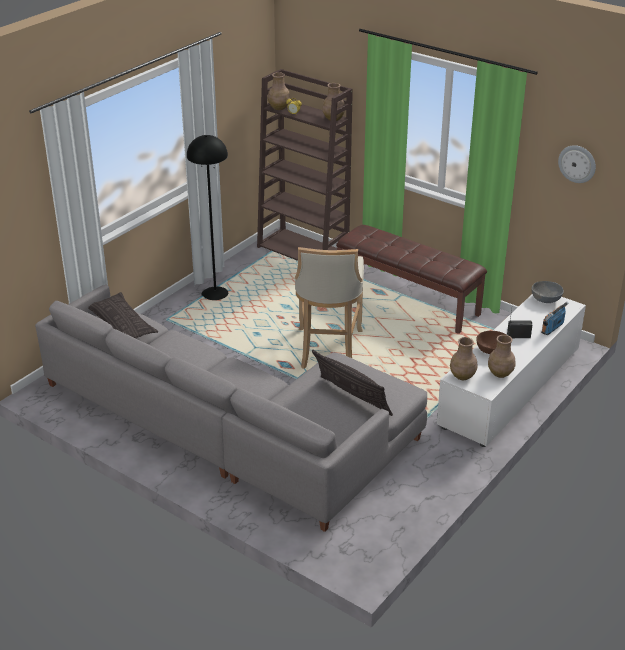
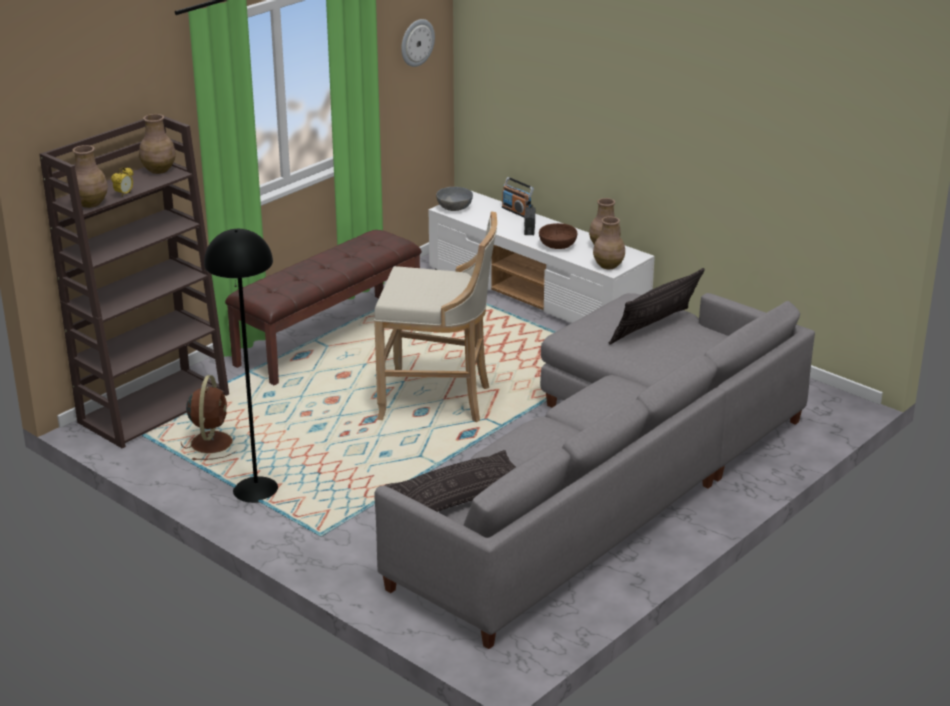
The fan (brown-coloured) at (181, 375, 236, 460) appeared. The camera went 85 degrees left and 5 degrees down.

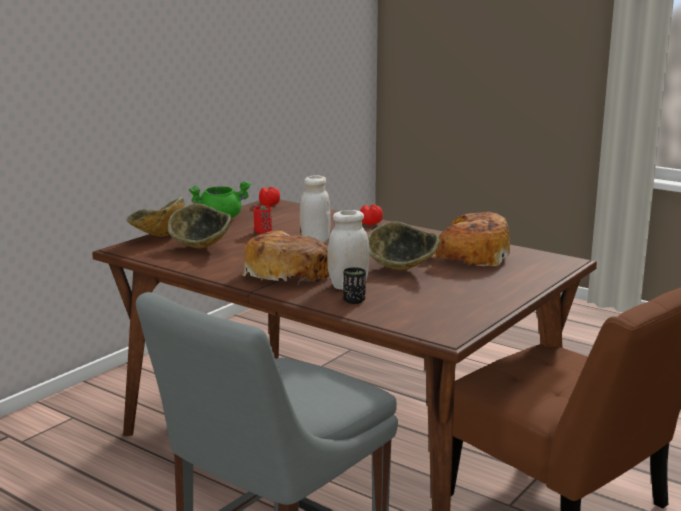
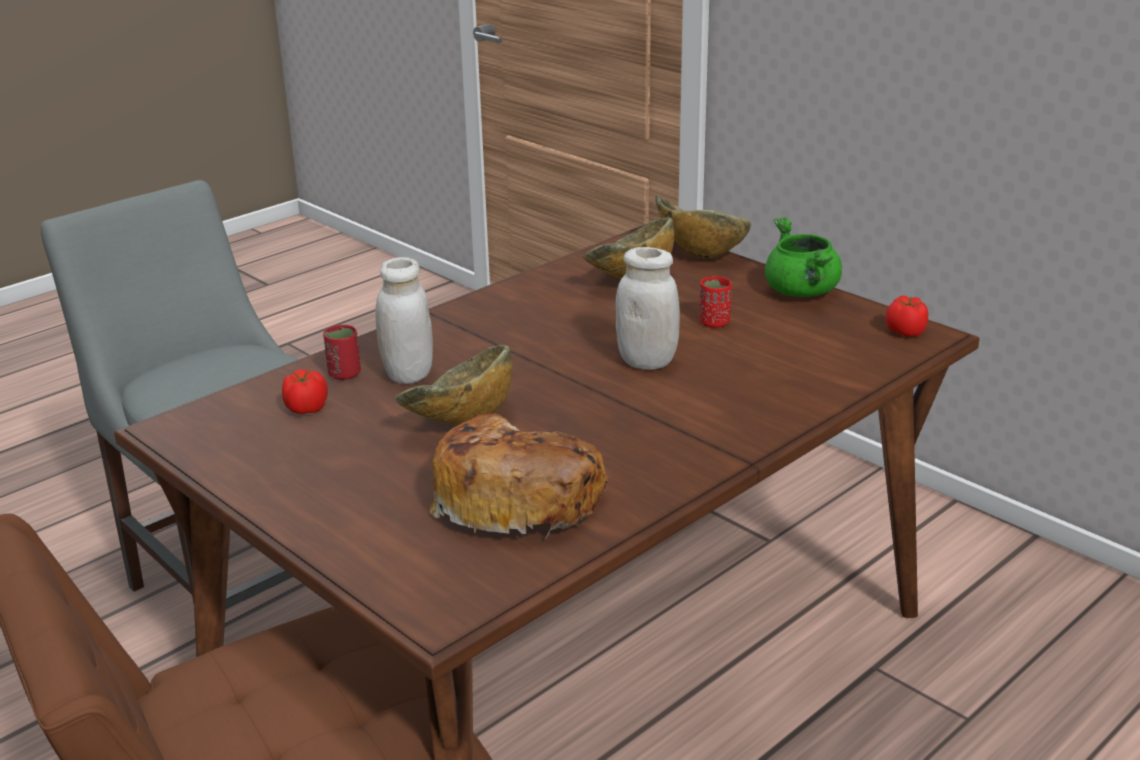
The tomato moved from (360, 204, 383, 225) to (282, 369, 328, 414). The bread at (242, 230, 329, 284) disappeared. The drinking cup (black-coloured) at (343, 267, 366, 304) became the drinking cup (red-coloured) at (323, 325, 361, 380). The camera went 100 degrees right and 10 degrees up.

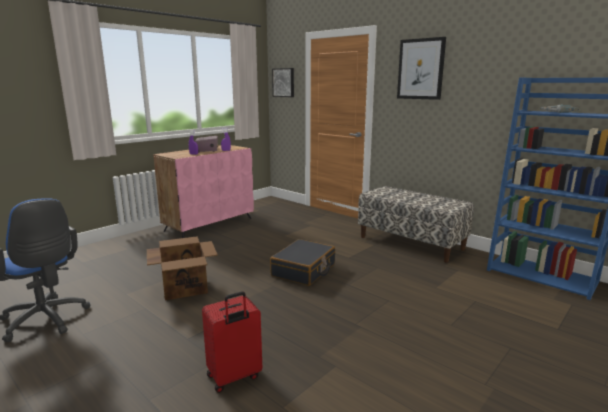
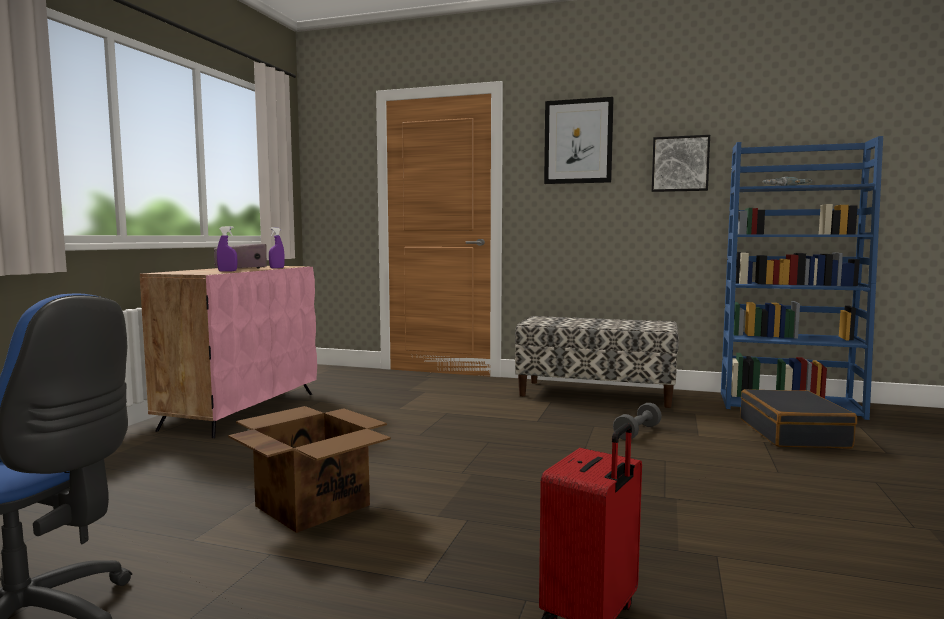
The wall picture moved from (272, 68, 294, 97) to (652, 135, 710, 192). The travel case (black-coloured) moved from (270, 239, 335, 286) to (740, 389, 857, 449). The free weight (grey) at (613, 403, 662, 440) appeared. The camera went 25 degrees left and 10 degrees down.

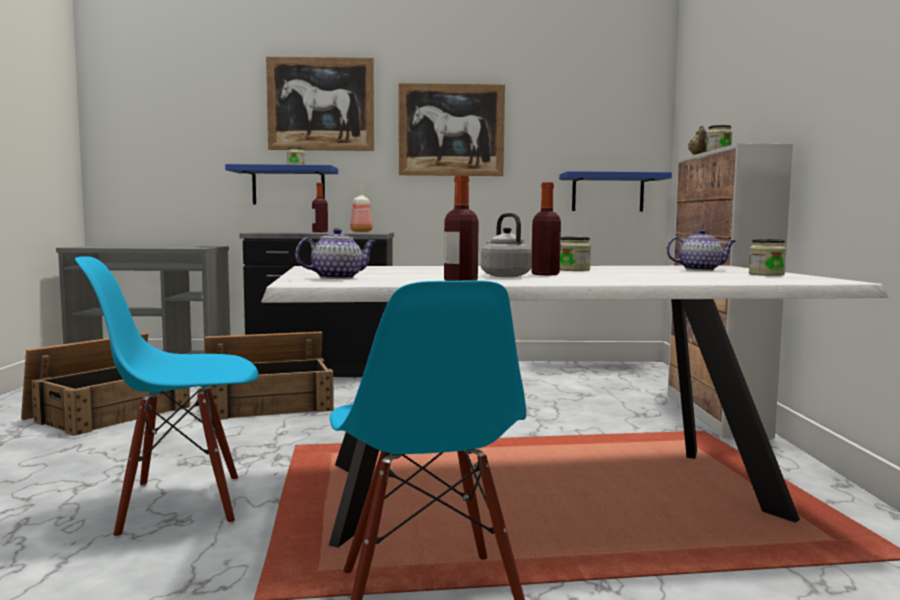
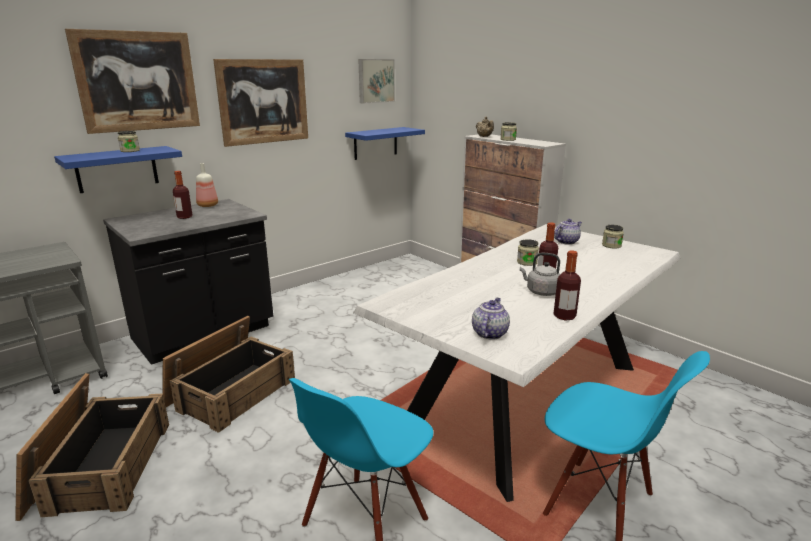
The wall picture at (358, 59, 395, 103) appeared. The camera went 40 degrees left and 15 degrees up.

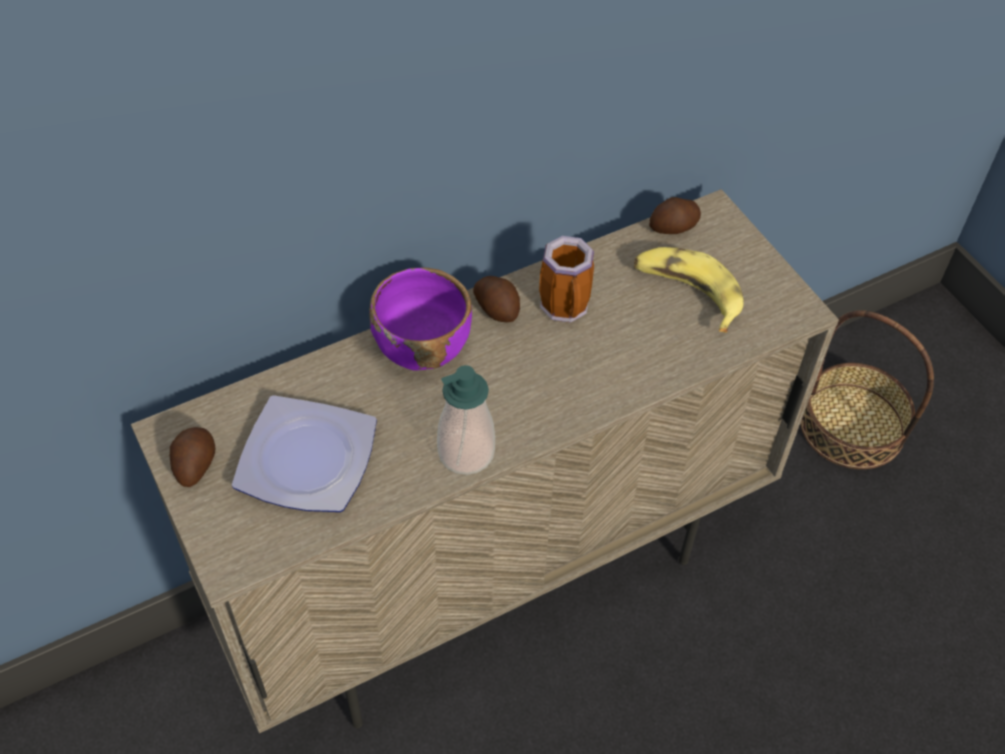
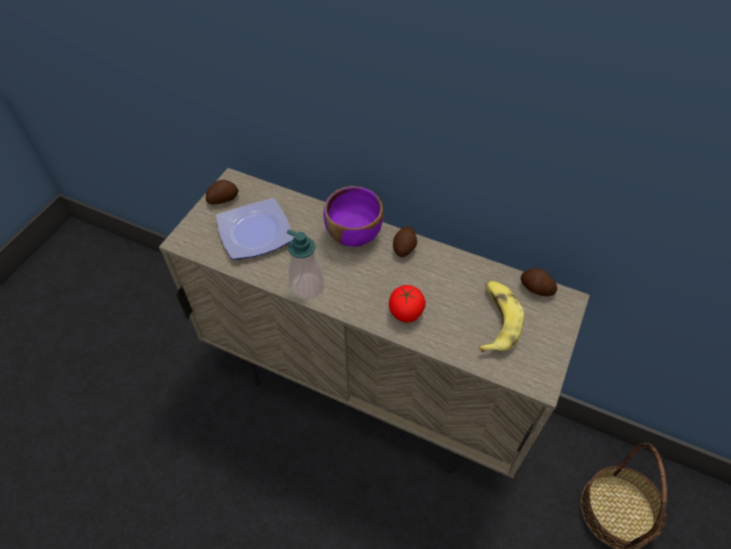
The mug at (539, 236, 594, 323) disappeared. The tomato at (389, 285, 426, 322) appeared. The camera went 55 degrees right and 0 degrees up.

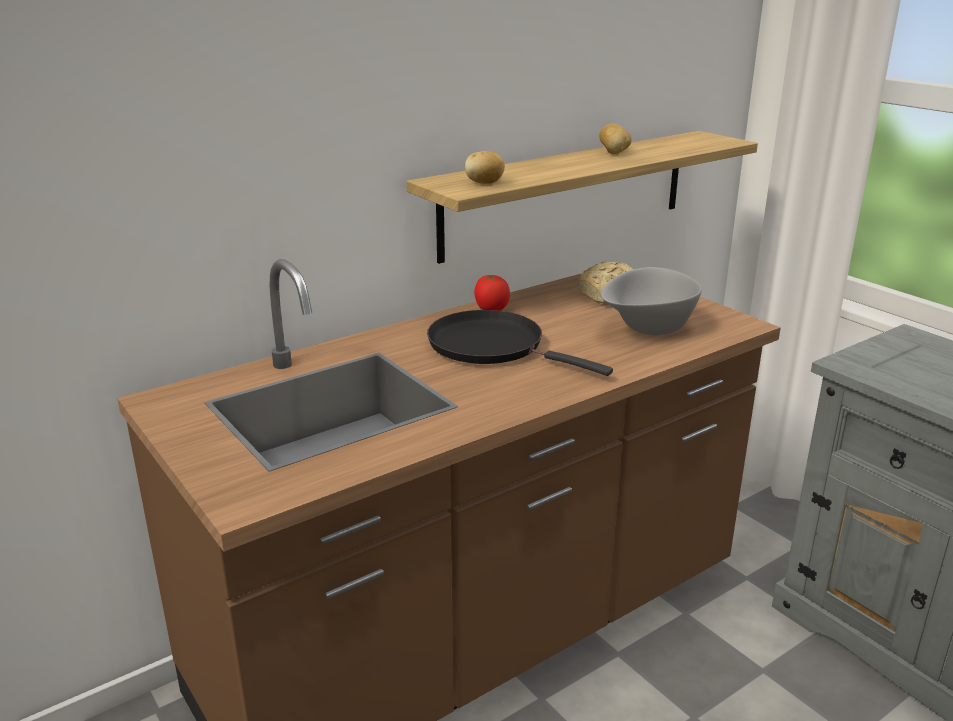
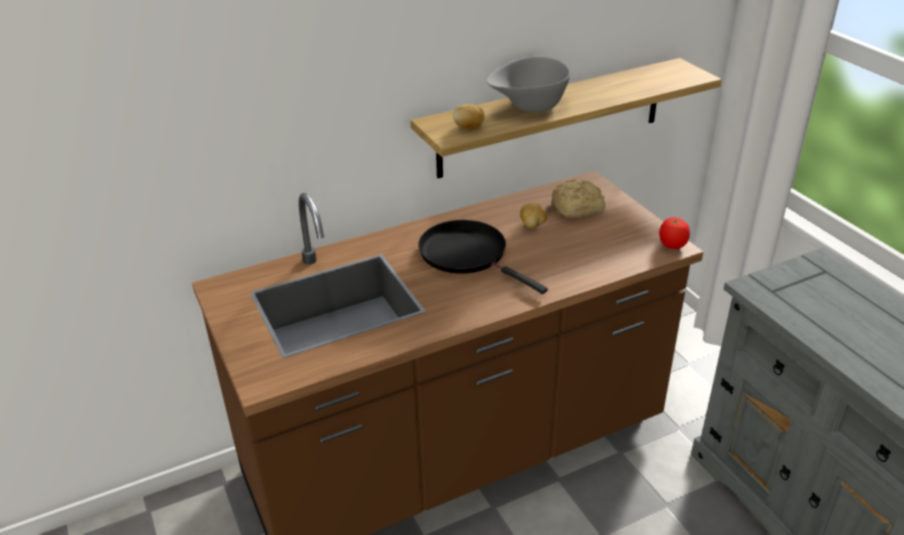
The spud moved from (599, 124, 632, 154) to (520, 202, 547, 228). The bowl (grey) moved from (601, 267, 702, 335) to (486, 57, 570, 112). The tomato moved from (474, 275, 510, 311) to (659, 217, 690, 249). The camera went 10 degrees right and 10 degrees up.

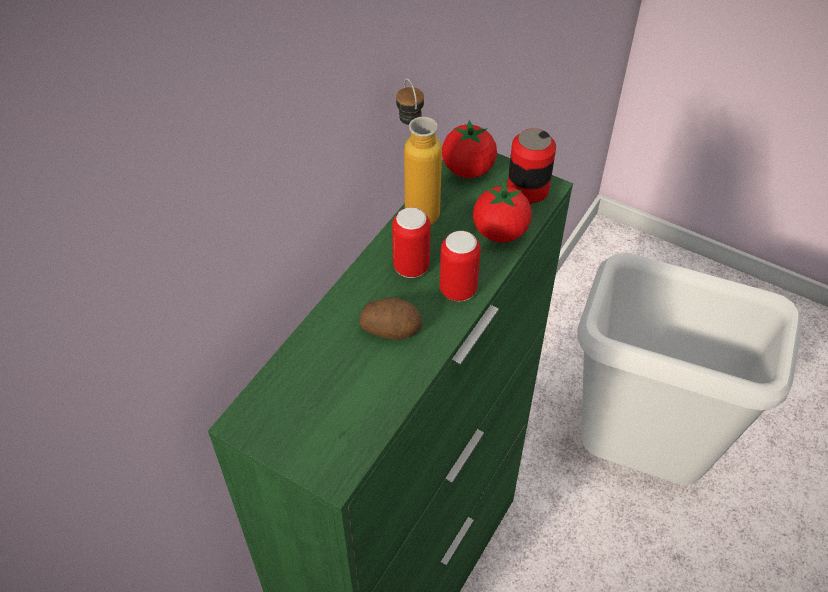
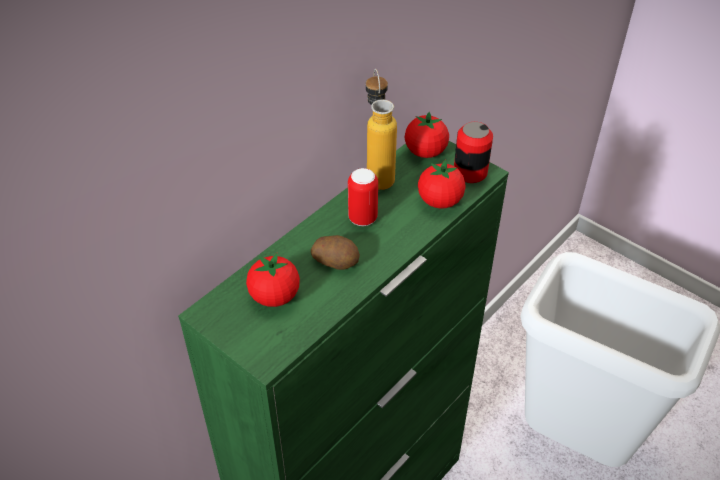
The metal can at (440, 231, 481, 301) disappeared. The tomato at (246, 253, 300, 307) appeared. The camera went 10 degrees right and 5 degrees down.

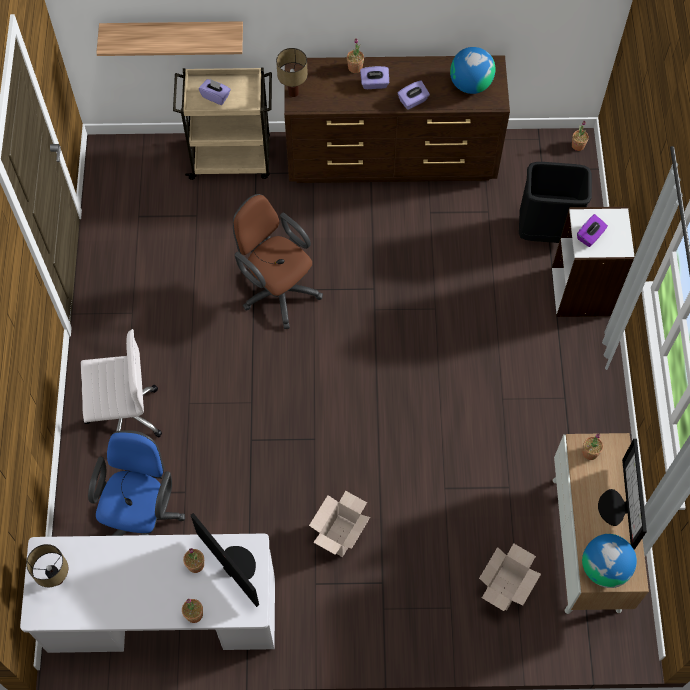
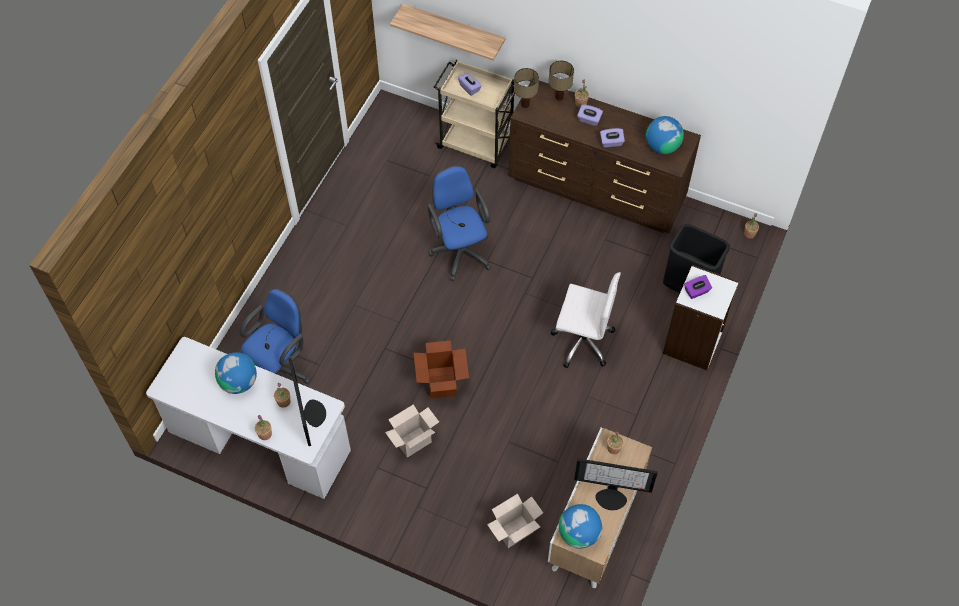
The computer chair (brown-coloured) at (233, 194, 323, 329) became the computer chair (bluish) at (428, 165, 492, 281). The computer chair (white-coloured) moved from (81, 329, 162, 437) to (551, 272, 621, 368). The computer display at (598, 439, 647, 550) turned 105 degrees counterclockwise. The lamp for a table moved from (26, 544, 68, 587) to (549, 61, 574, 101). The packing box at (414, 340, 469, 399) appeared. The world globe at (215, 352, 257, 394) appeared. The camera went 25 degrees right and 5 degrees down.

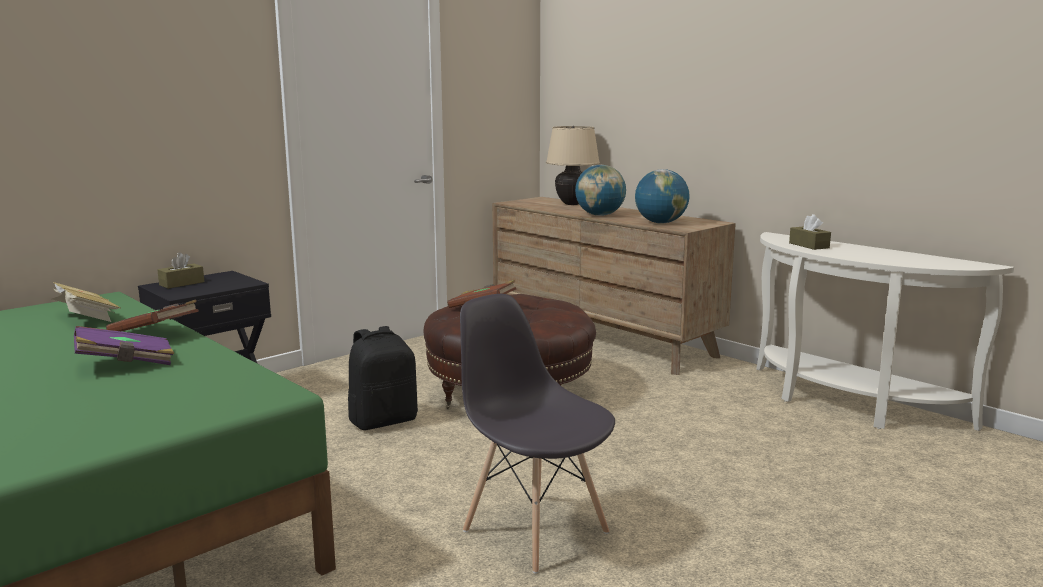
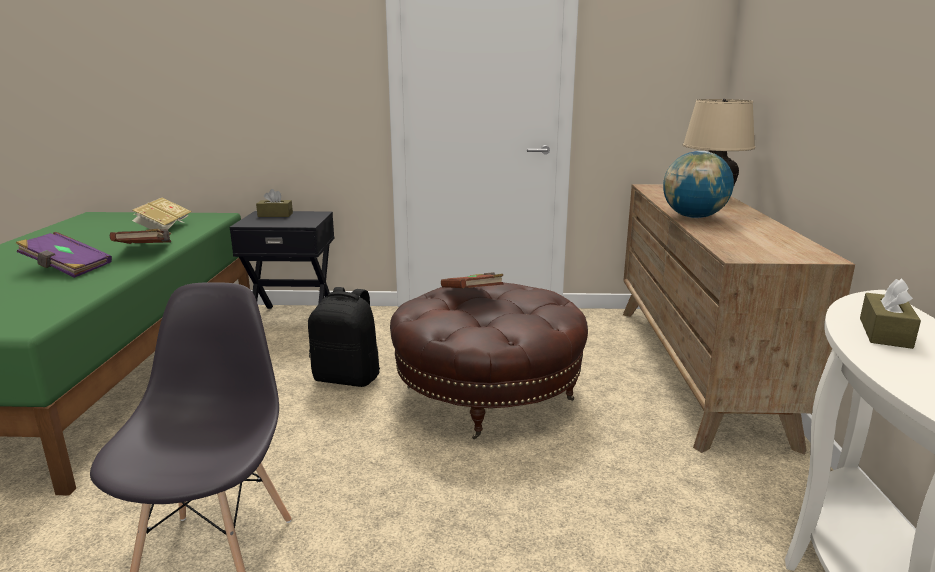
The world globe at (635, 169, 690, 224) disappeared. The camera went 45 degrees right and 5 degrees up.

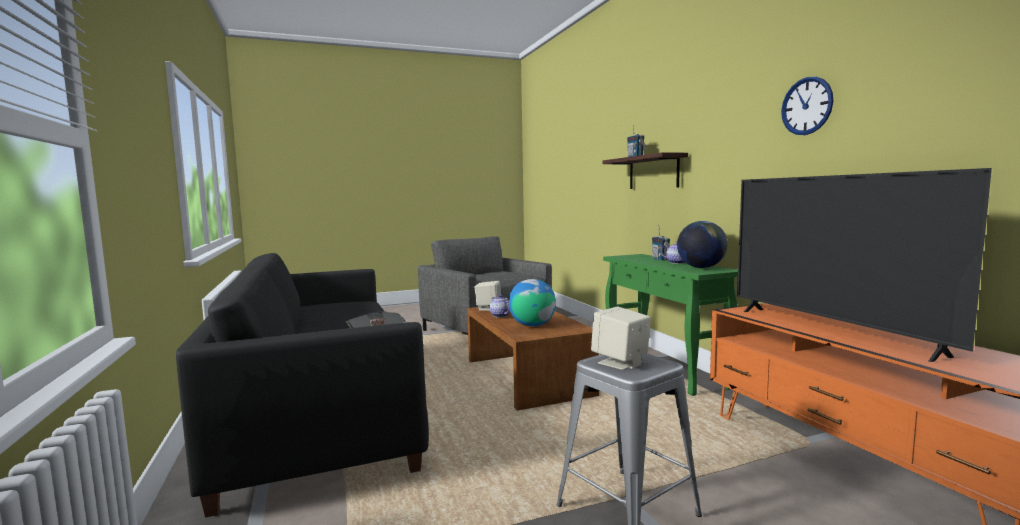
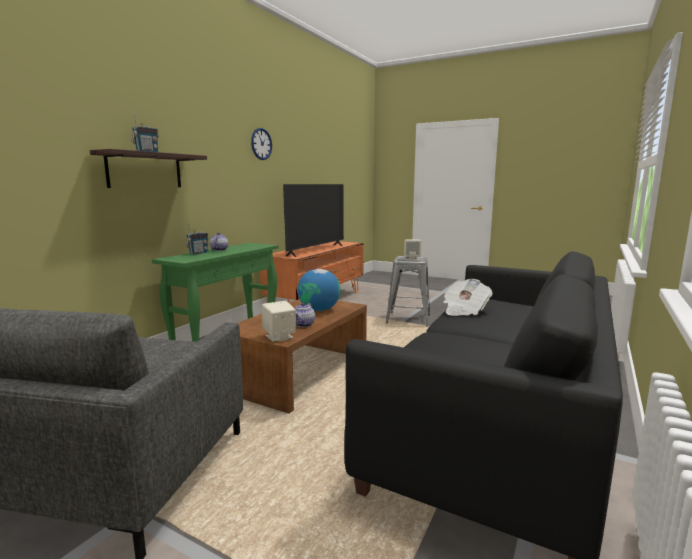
The world globe at (677, 221, 728, 268) disappeared. The camera went 130 degrees left and 5 degrees up.

